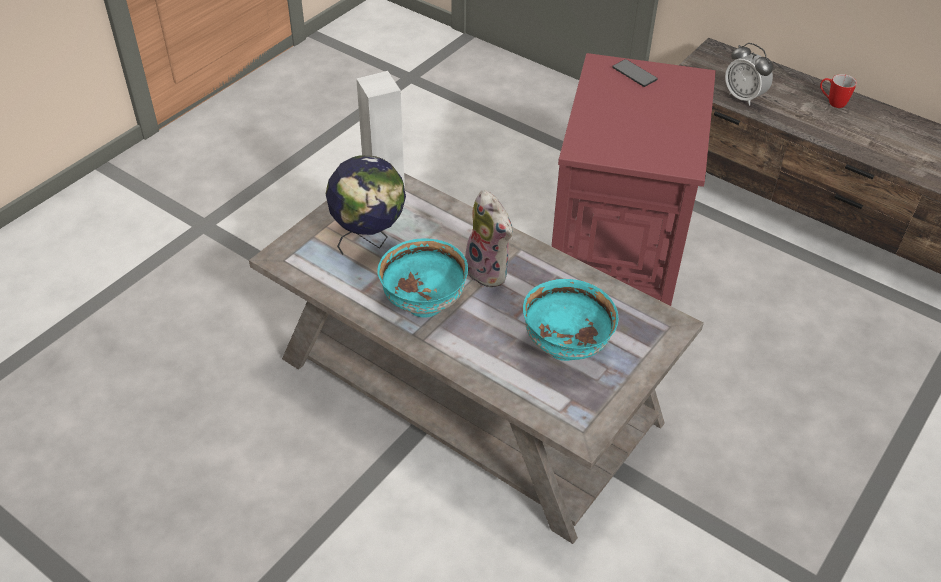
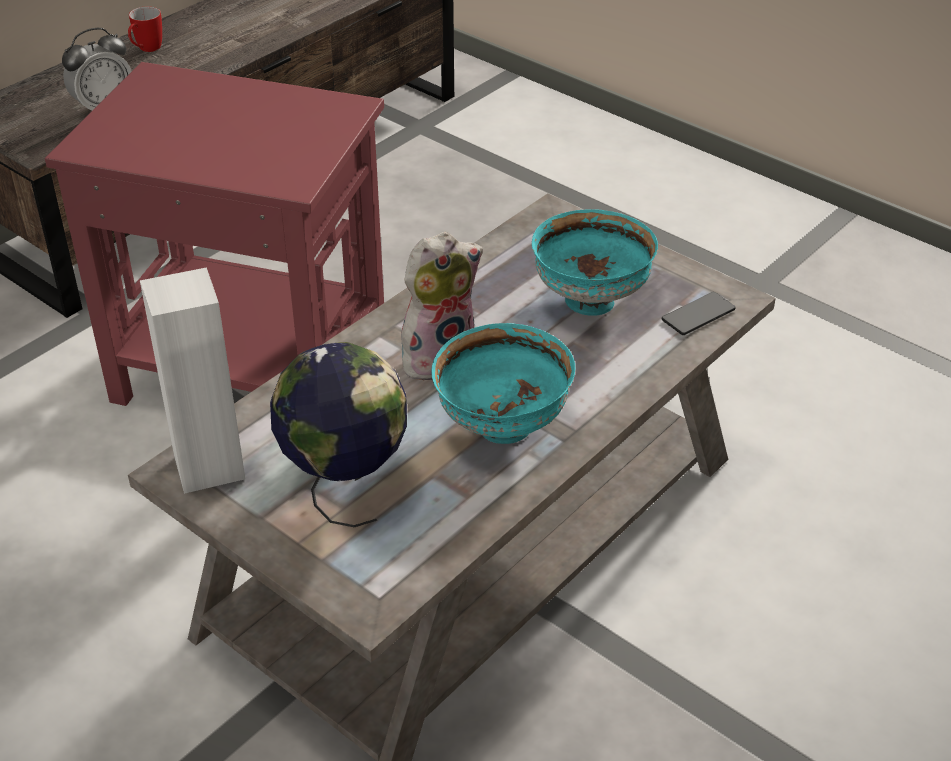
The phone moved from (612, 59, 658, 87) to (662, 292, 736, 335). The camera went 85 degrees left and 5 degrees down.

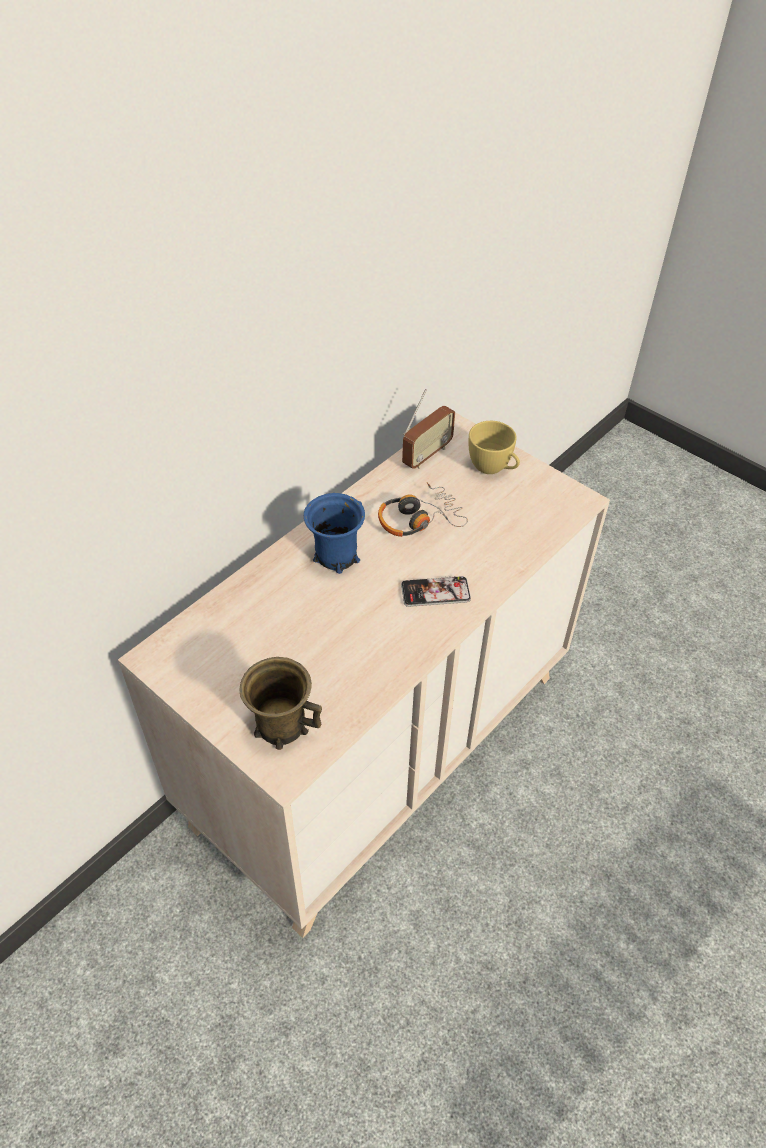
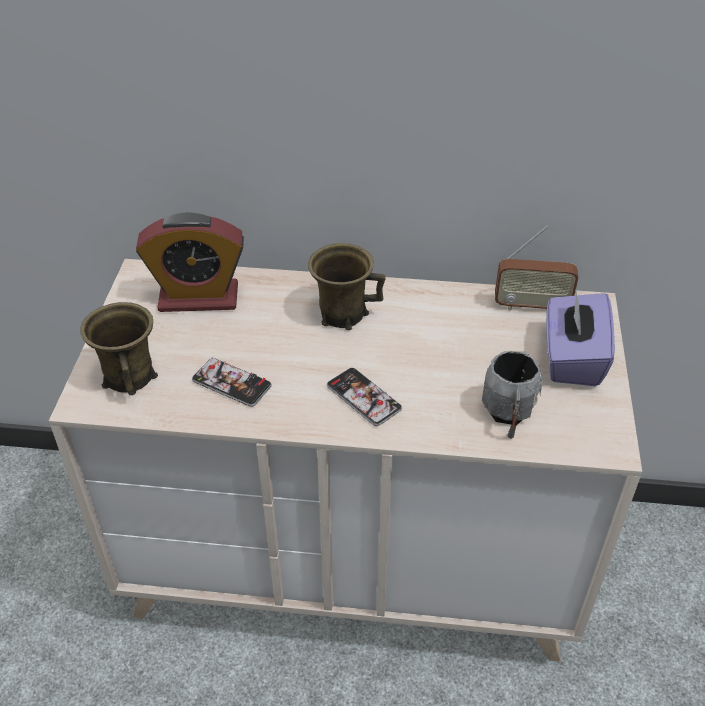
The drinking cup (yellowish) at (469, 421, 520, 474) was replaced by the tissue holder (purple) at (546, 291, 615, 386). The pair of headphones at (378, 482, 468, 537) disappeared. The mug (bluish) at (304, 493, 365, 574) became the mug (brown-coloured) at (308, 243, 386, 330). The alarm clock at (136, 212, 244, 312) appeared. The mug (grey) at (482, 351, 543, 439) appeared. The phone at (192, 357, 272, 407) appeared. The camera went 55 degrees right and 5 degrees down.

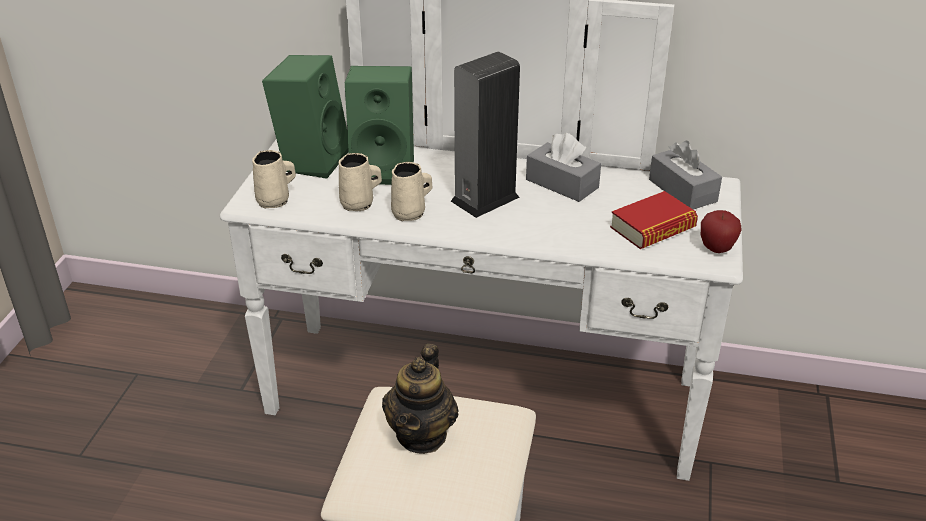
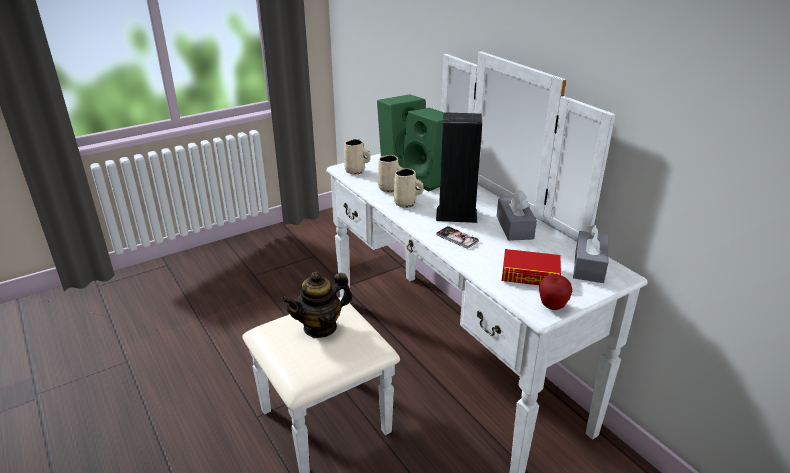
The phone at (436, 226, 479, 248) appeared. The camera went 45 degrees right and 5 degrees down.

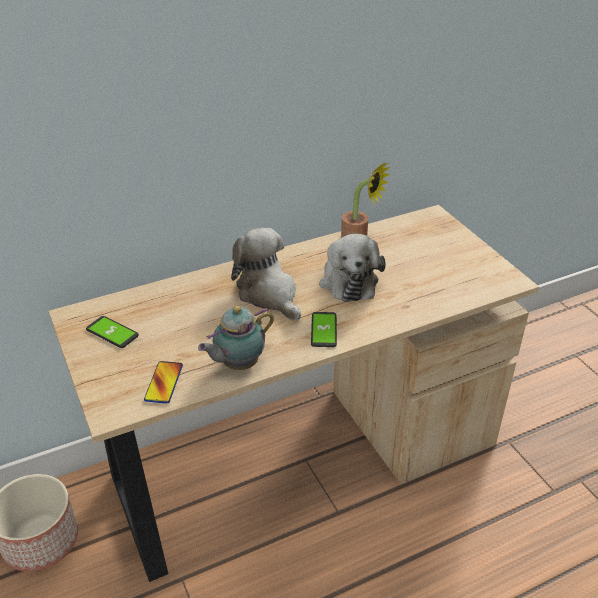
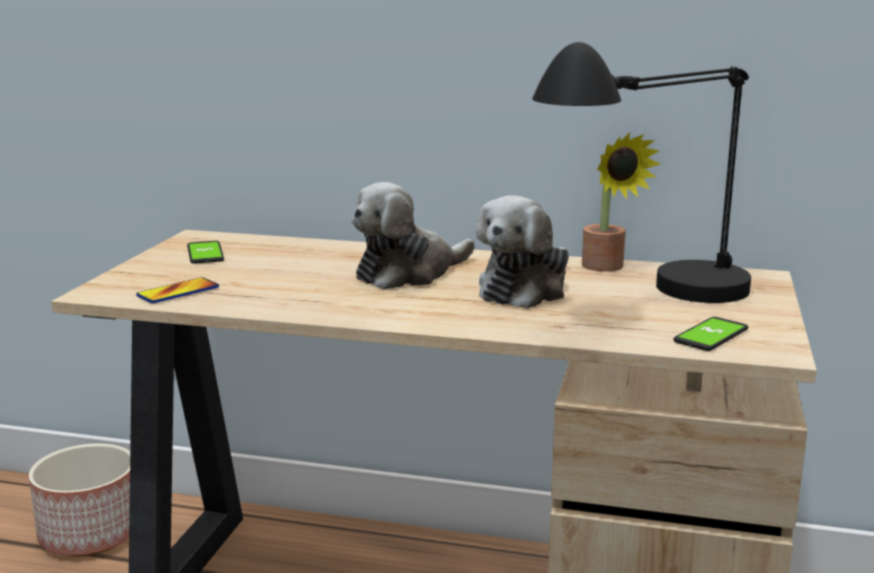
The cuddly toy at (231, 228, 301, 321) turned 135 degrees counterclockwise. The pot for tea at (198, 306, 274, 370) disappeared. The phone moved from (311, 312, 337, 347) to (673, 317, 748, 351). The lamp for a table (black-coloured) at (532, 42, 751, 303) appeared. The camera went 40 degrees right and 20 degrees down.

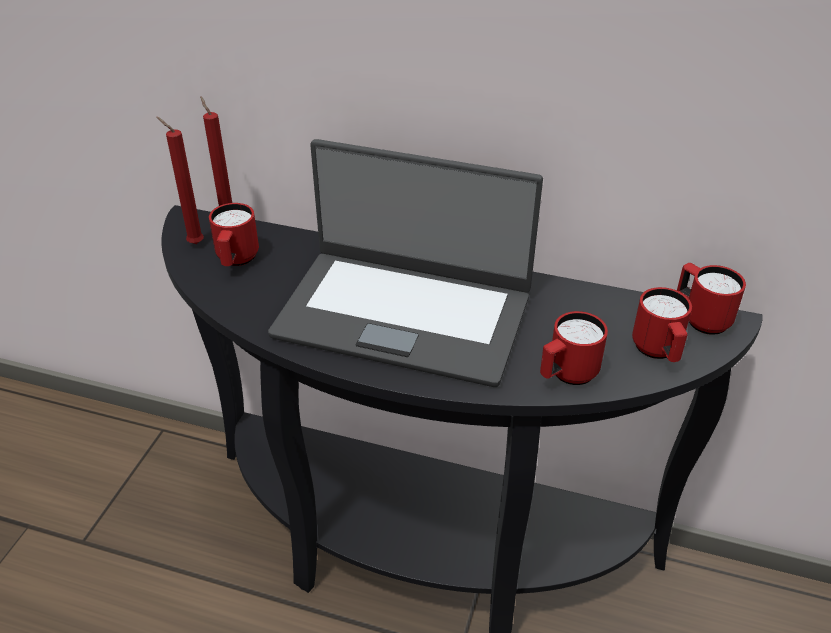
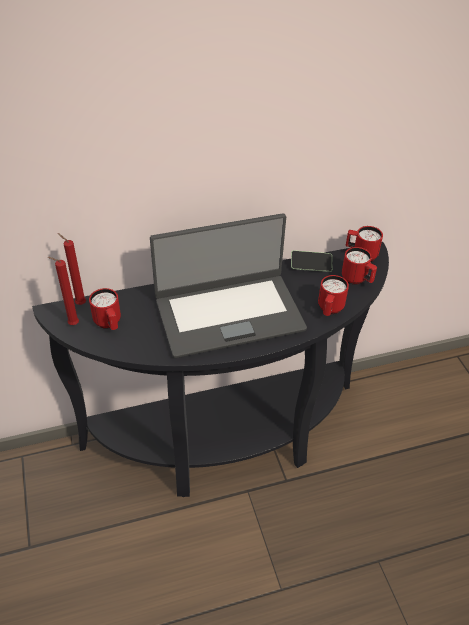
The phone at (291, 250, 332, 272) appeared. The camera went 35 degrees left and 5 degrees up.

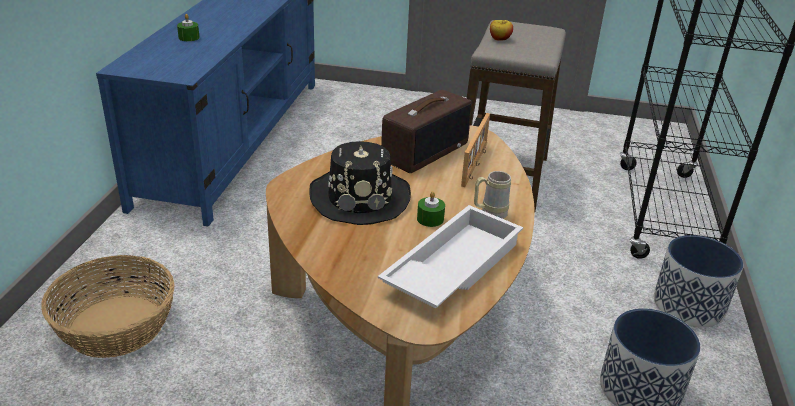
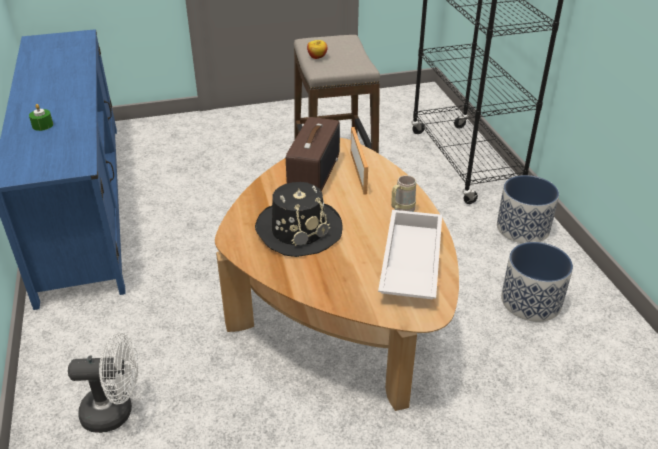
The wax candle (green) at (417, 191, 445, 227) disappeared. The basket at (41, 255, 174, 358) was replaced by the fan (white-coloured) at (68, 333, 138, 433). The camera went 25 degrees left and 5 degrees up.

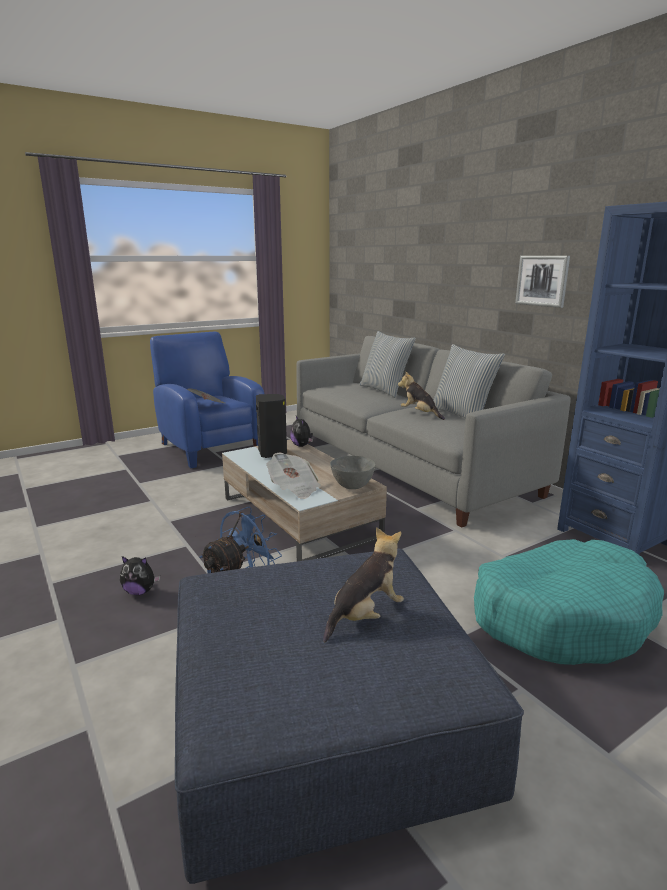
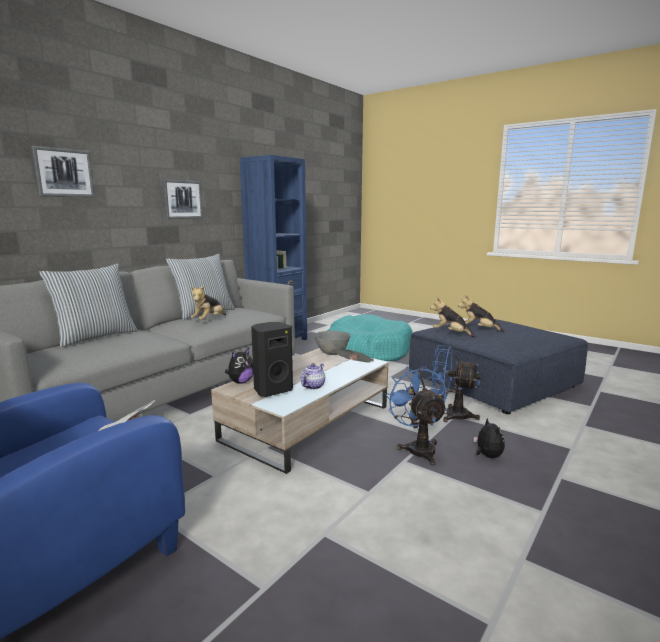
The wall picture at (31, 146, 95, 198) appeared. The cuddly toy at (430, 297, 477, 338) appeared. The pot for tea at (301, 363, 325, 390) appeared. The fan (bluish) at (385, 366, 447, 465) appeared. The camera went 110 degrees left and 5 degrees down.

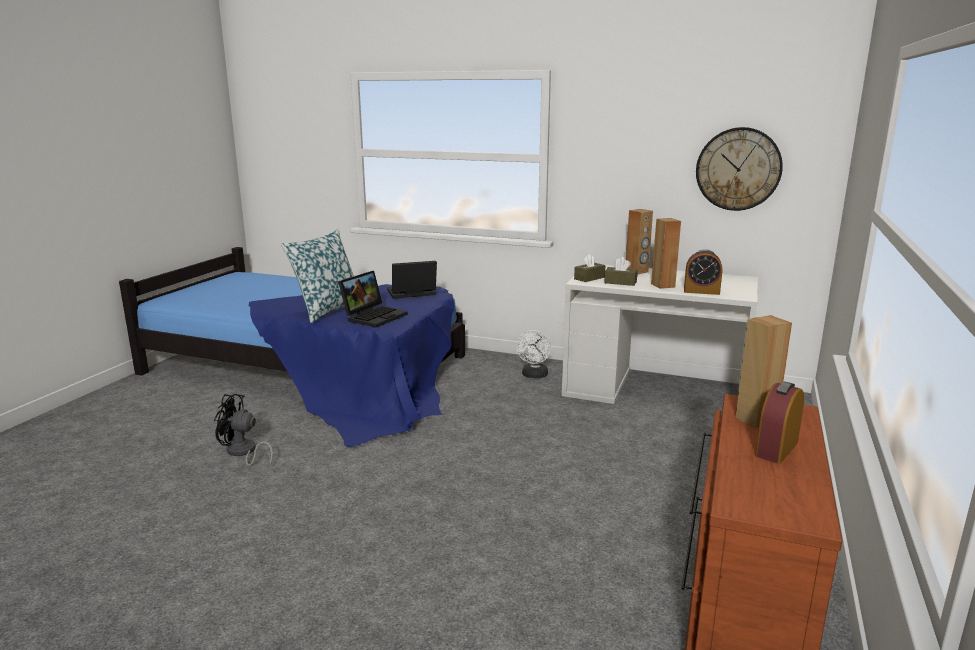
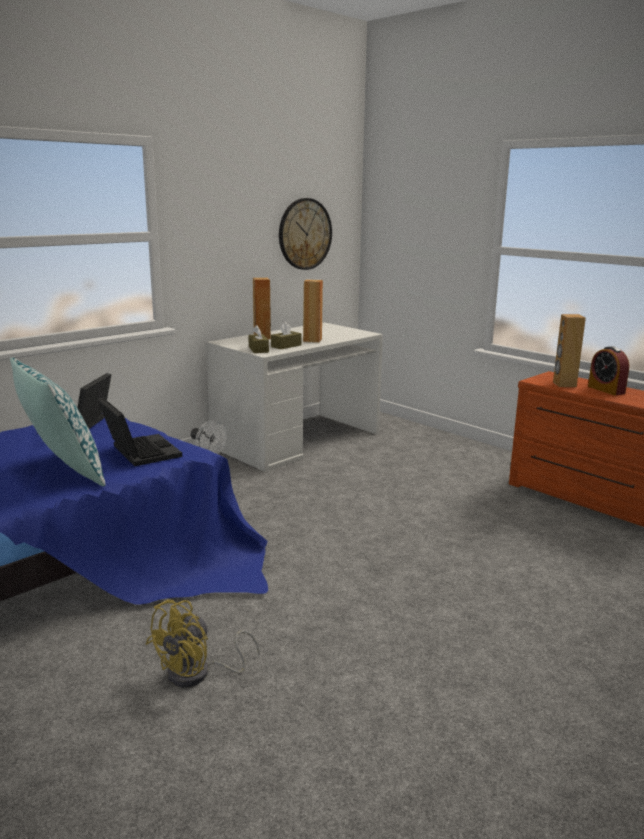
The alarm clock at (684, 249, 722, 295) disappeared. The fan (black-coloured) at (214, 394, 273, 466) became the fan (yellowish) at (146, 600, 260, 687). The camera went 65 degrees left and 0 degrees up.

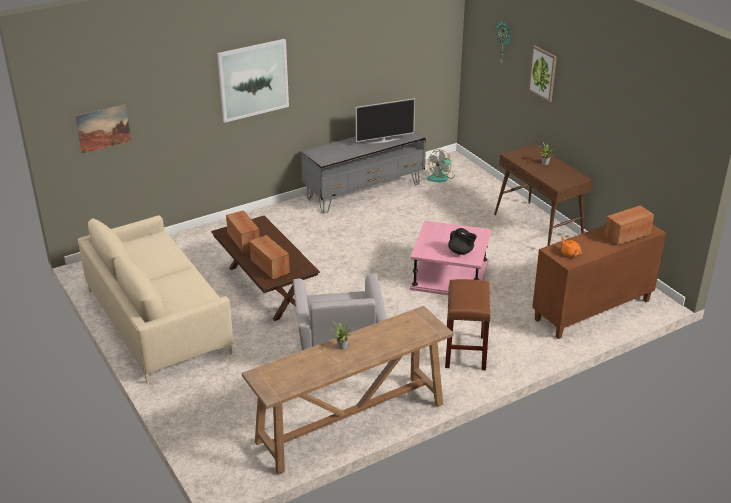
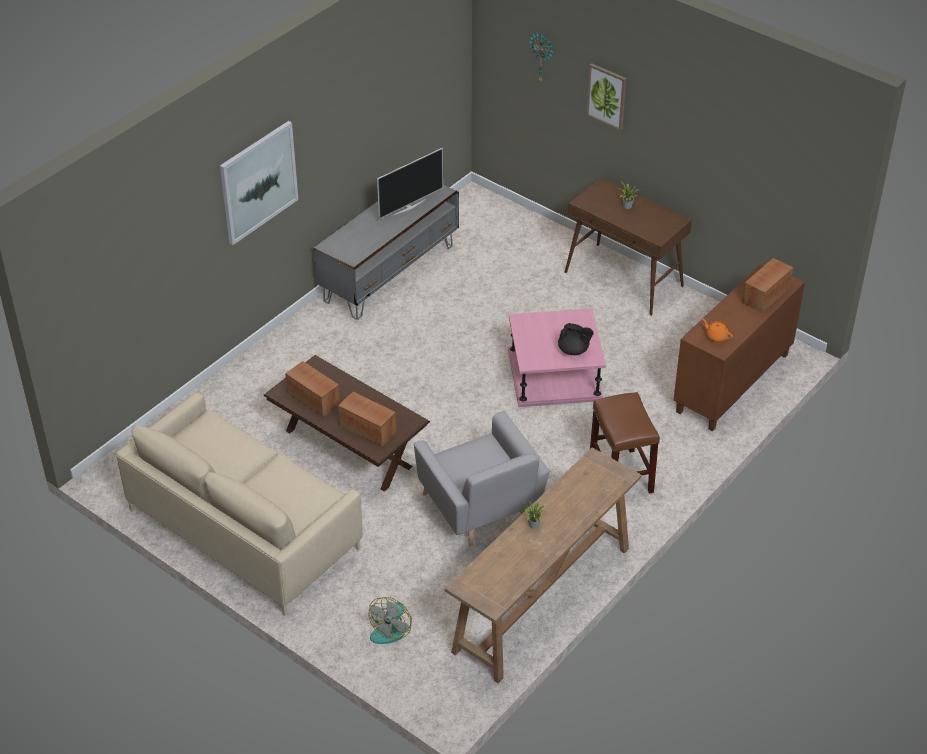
The wall picture at (75, 104, 131, 153) disappeared. The fan moved from (427, 149, 455, 182) to (368, 597, 412, 644). The camera went 20 degrees left and 10 degrees up.

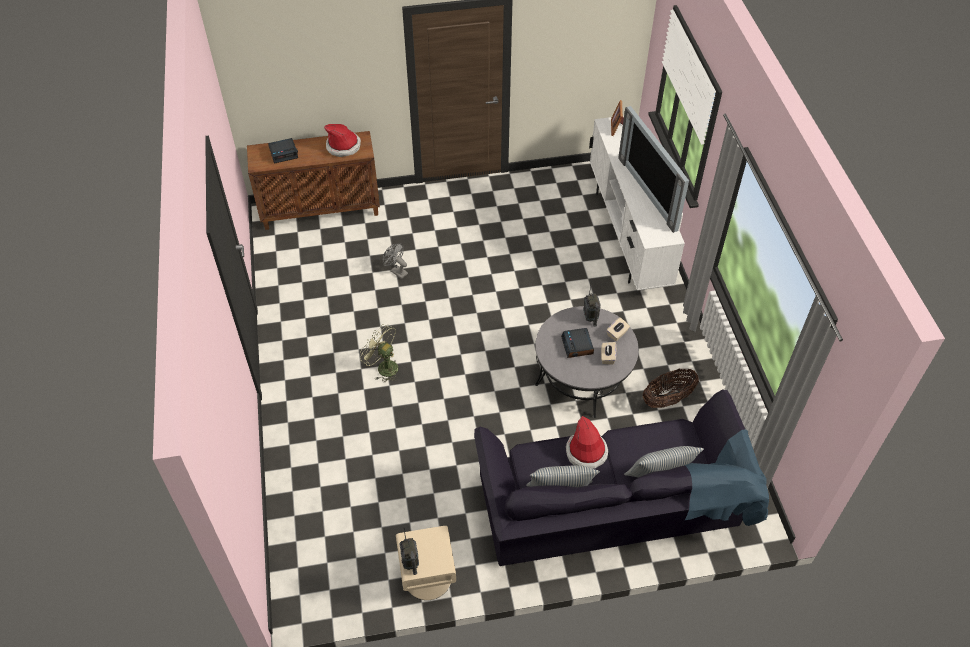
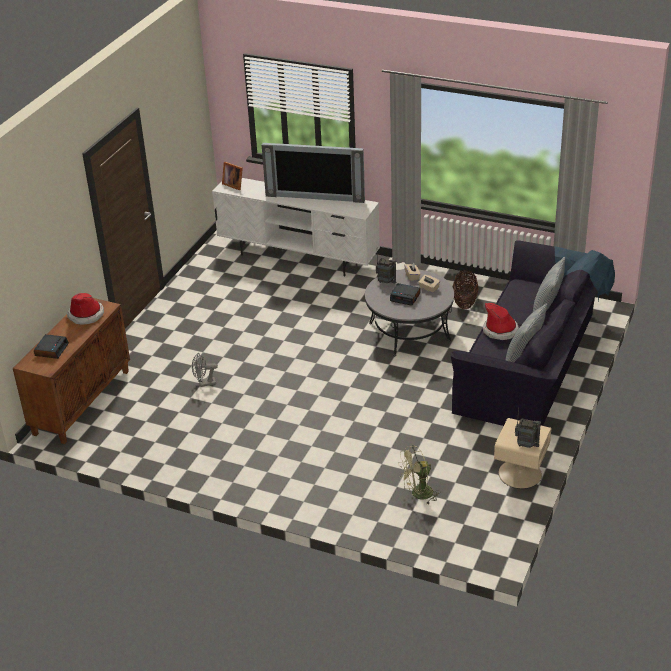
The fan (green) moved from (360, 324, 398, 383) to (398, 446, 441, 504). The camera went 55 degrees left and 15 degrees down.

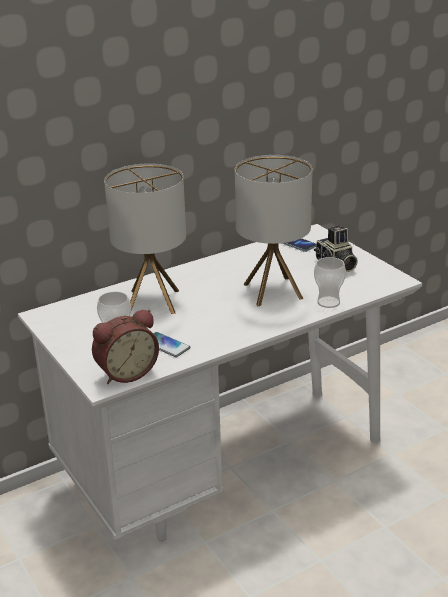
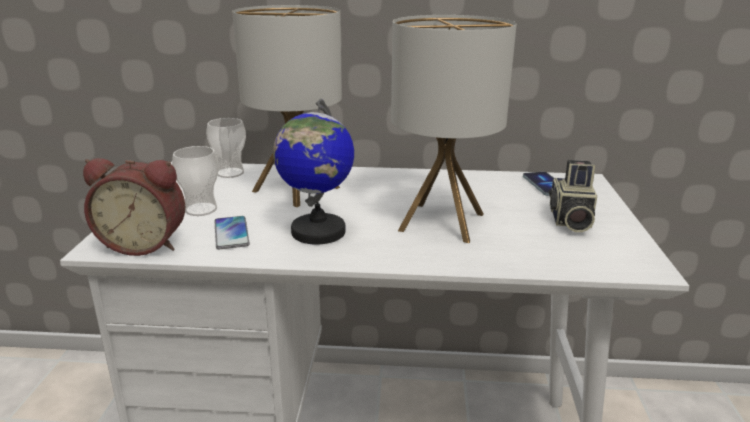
The drinking cup moved from (314, 257, 346, 308) to (206, 118, 246, 178). The world globe at (273, 99, 354, 244) appeared. The camera went 35 degrees right and 5 degrees down.

